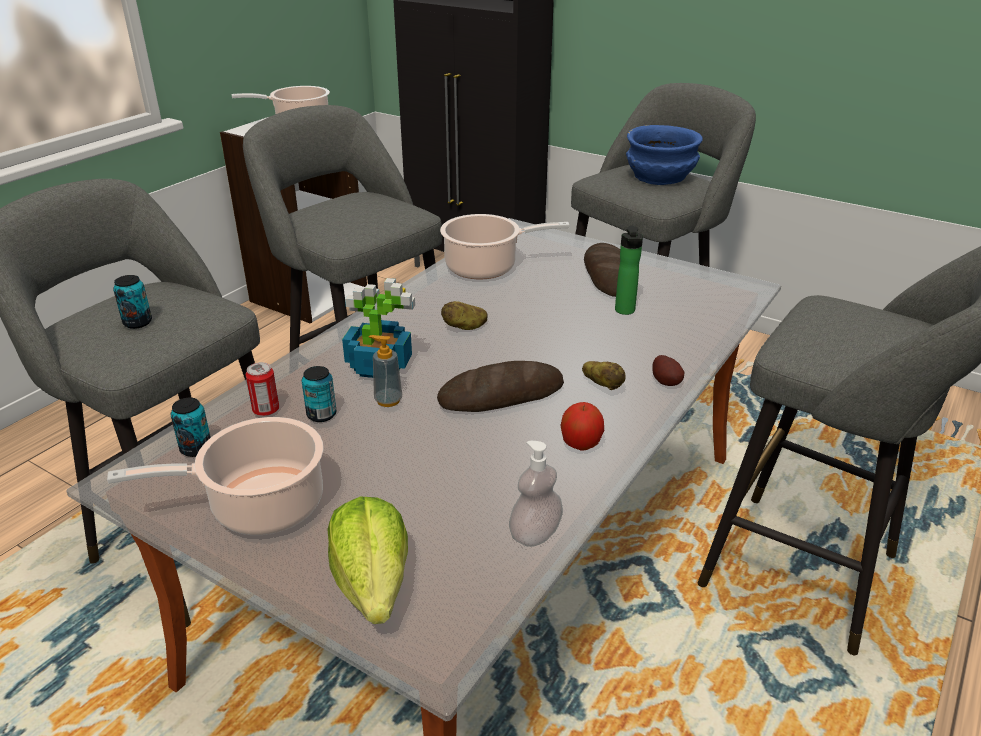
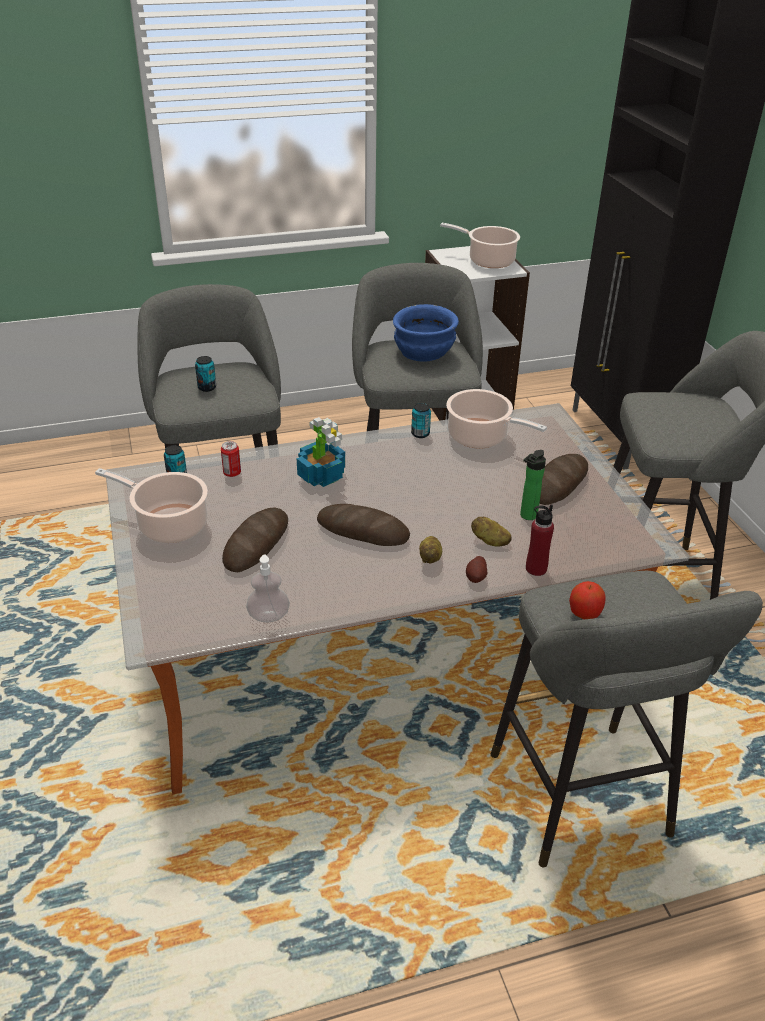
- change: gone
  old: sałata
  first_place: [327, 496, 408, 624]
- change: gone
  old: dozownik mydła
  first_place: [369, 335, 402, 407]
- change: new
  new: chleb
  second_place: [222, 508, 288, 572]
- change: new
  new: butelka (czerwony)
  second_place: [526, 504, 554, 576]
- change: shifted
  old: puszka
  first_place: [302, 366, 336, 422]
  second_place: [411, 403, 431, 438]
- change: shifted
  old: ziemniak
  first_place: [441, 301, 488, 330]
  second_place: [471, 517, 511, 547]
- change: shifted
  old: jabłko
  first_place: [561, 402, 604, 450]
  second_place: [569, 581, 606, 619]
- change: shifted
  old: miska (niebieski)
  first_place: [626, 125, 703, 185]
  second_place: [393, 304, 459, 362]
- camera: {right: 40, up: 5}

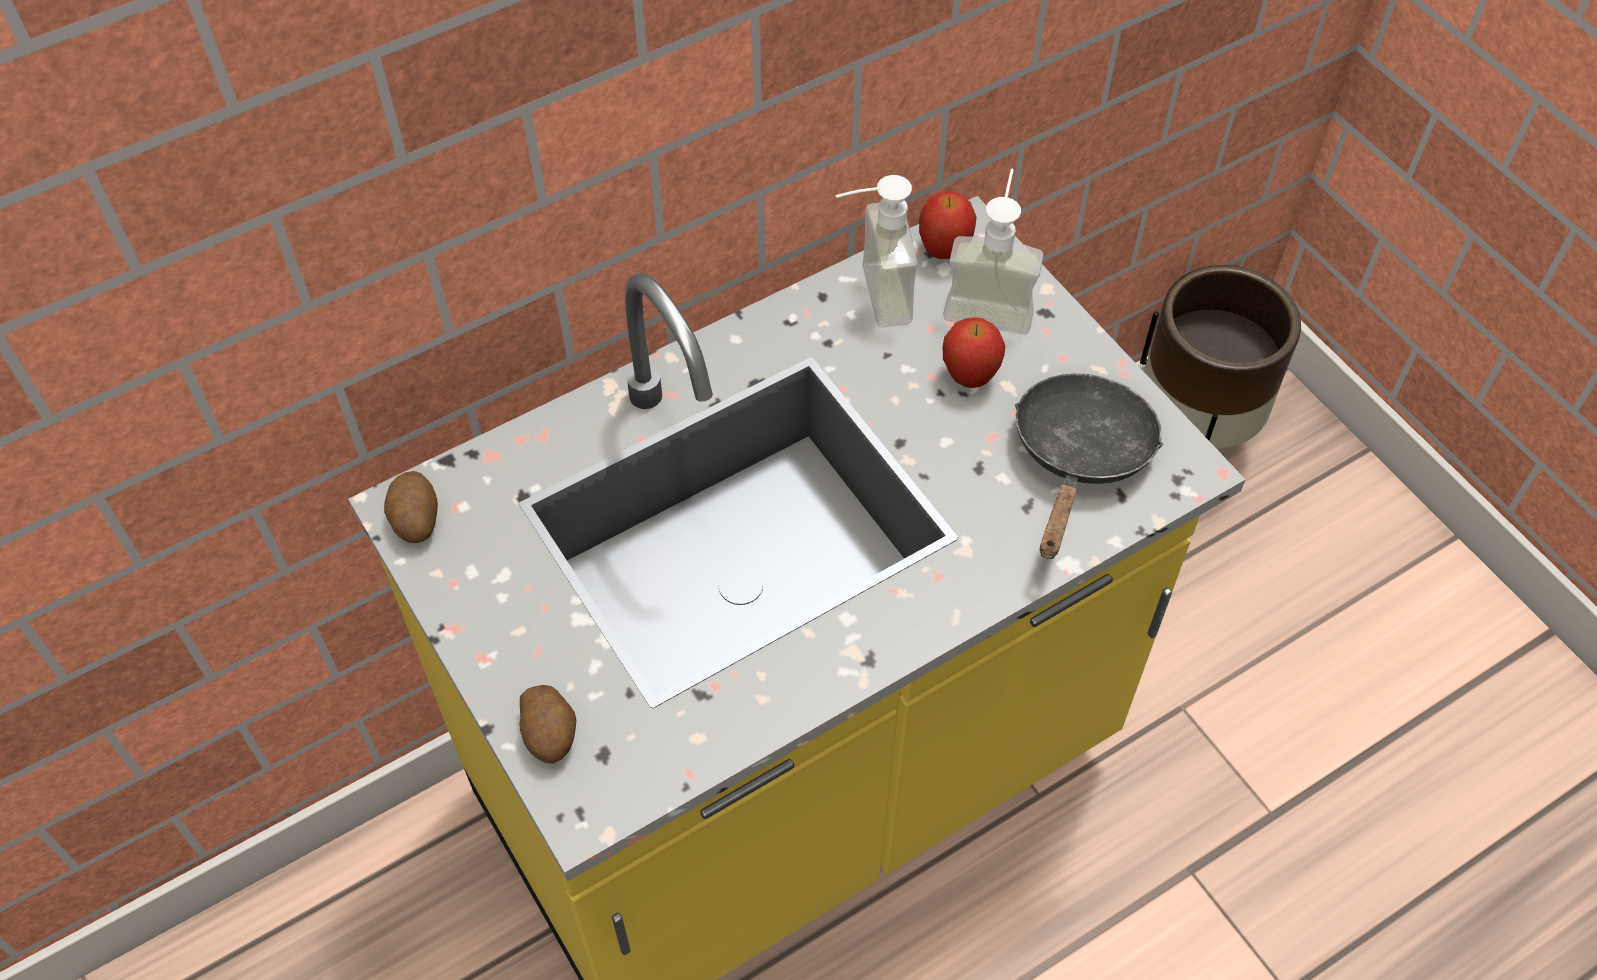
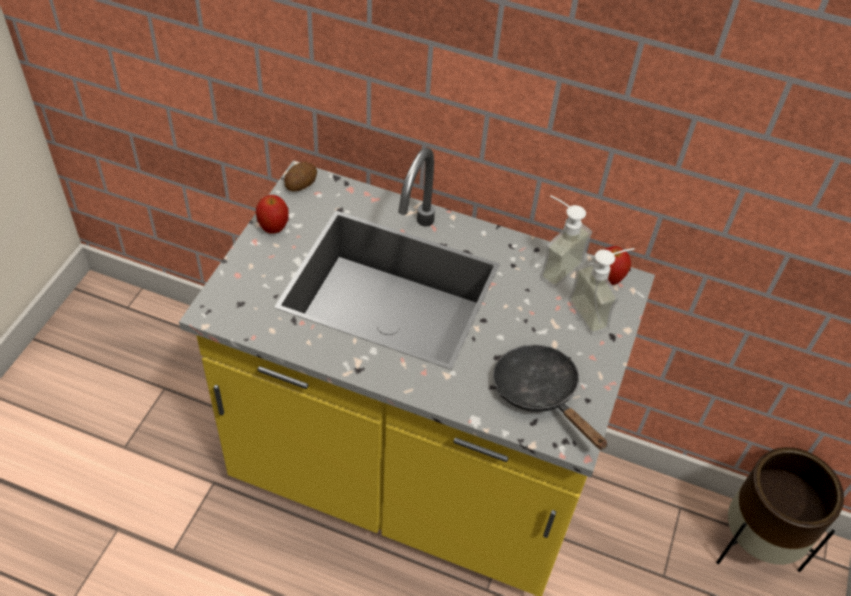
- change: gone
  old: ziemniak
  first_place: [519, 685, 576, 764]
- change: shifted
  old: jabłko
  first_place: [943, 317, 1006, 388]
  second_place: [256, 195, 289, 234]
- change: rotated
  old: patelnia (czarny)
  first_place: [1015, 373, 1164, 559]
  second_place: [493, 345, 607, 450]
  degrees: -105
- camera: {right: 50, up: -5}

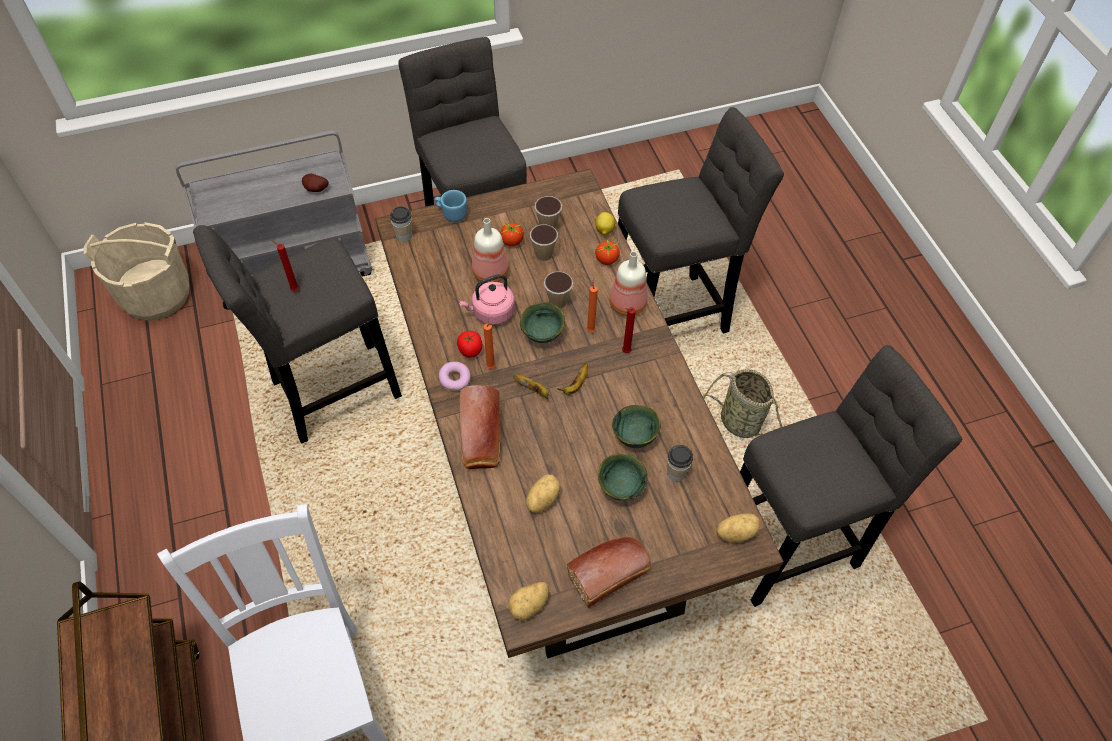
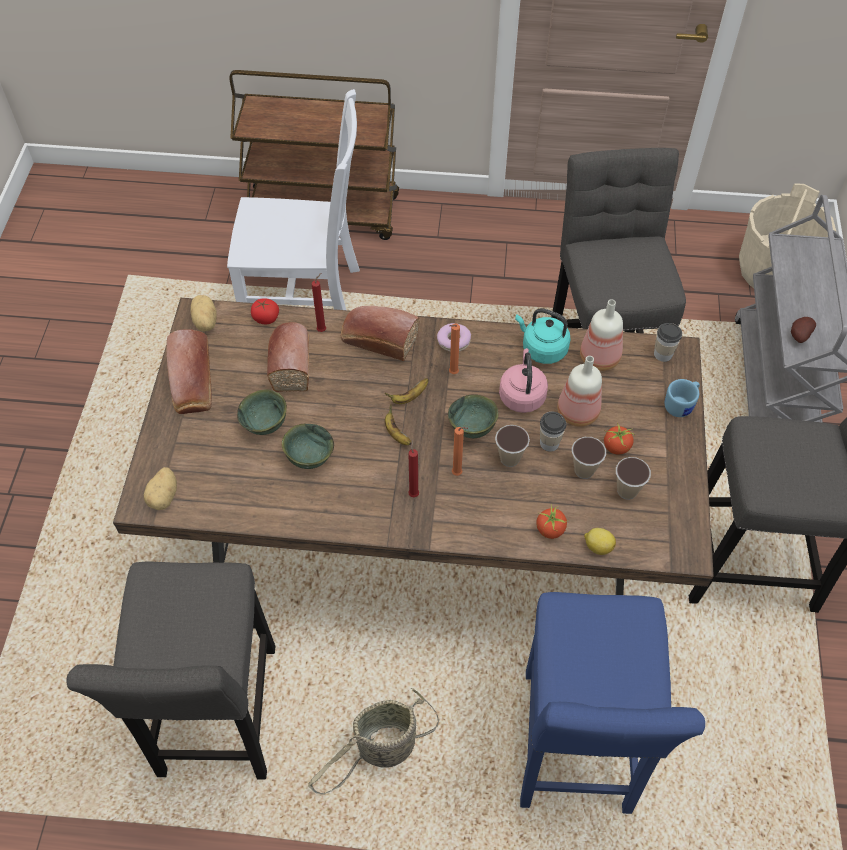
- change: new
  new: czajnik (turkusowy)
  second_place: [515, 308, 571, 364]
- change: shifted
  old: świeca (czerwony)
  first_place: [272, 240, 299, 291]
  second_place: [312, 273, 326, 332]
- change: shifted
  old: pomidor
  first_place: [457, 331, 482, 357]
  second_place: [251, 298, 279, 324]
- change: shifted
  old: butelka
  first_place: [609, 251, 648, 316]
  second_place: [580, 299, 623, 371]
- change: shifted
  old: filiżanka
  first_place: [667, 445, 693, 482]
  second_place: [540, 412, 566, 452]
- change: swapped
  old: ziemniak
  new: chleb
  first_place: [526, 474, 561, 513]
  second_place: [267, 322, 309, 392]
- change: repainted
  old: stołek (szary)
  new: stołek (niebieski)
  first_place: [618, 107, 784, 334]
  second_place: [520, 592, 705, 814]
- camera: {right: 115, up: 0}

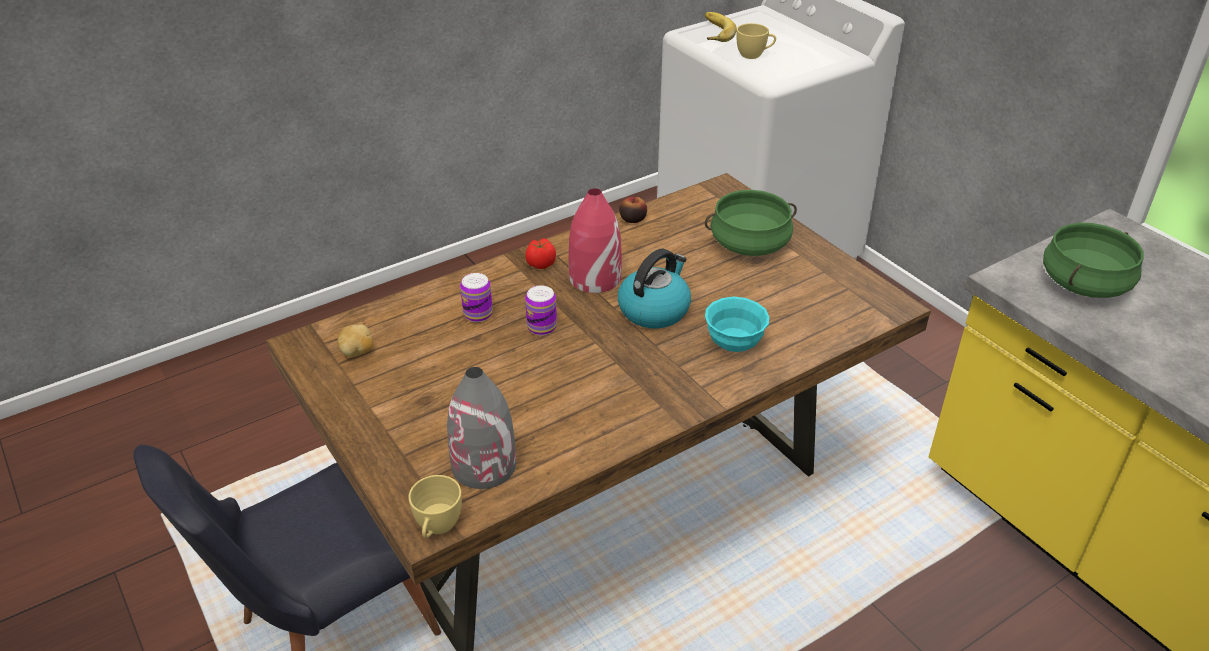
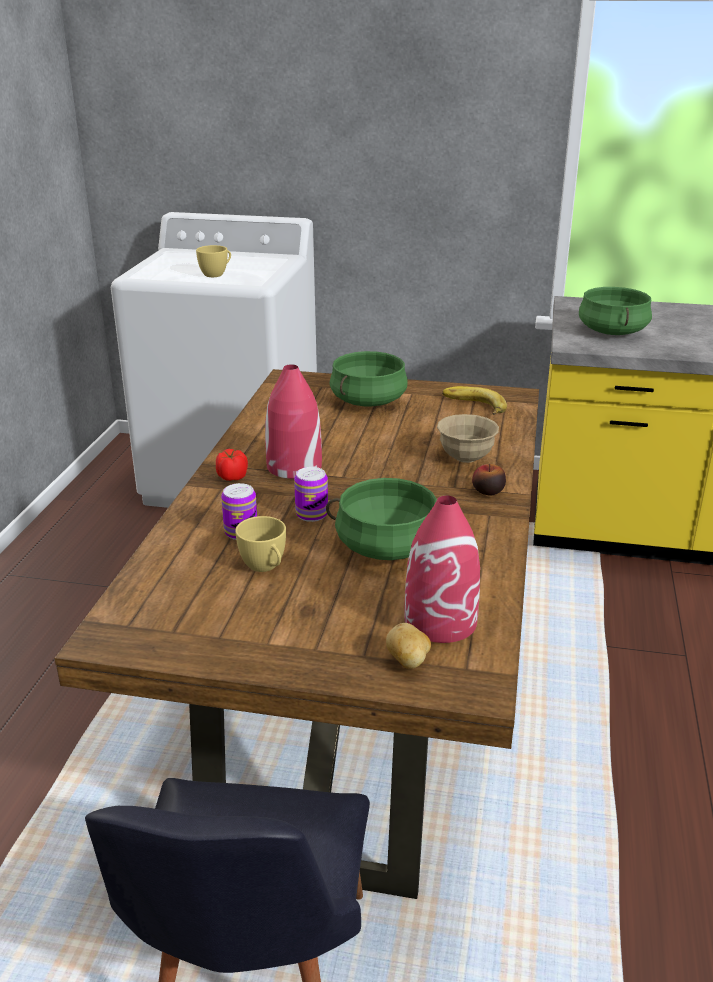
- change: gone
  old: czajnik
  first_place: [618, 249, 691, 328]
- change: new
  new: garnek (zielony)
  second_place: [326, 478, 437, 560]
- change: shifted
  old: ziemniak
  first_place: [337, 324, 373, 357]
  second_place: [386, 623, 431, 669]
- change: shifted
  old: filiżanka (żółty)
  first_place: [408, 475, 462, 538]
  second_place: [235, 516, 286, 572]
- change: shifted
  old: jabłko
  first_place: [619, 197, 647, 223]
  second_place: [472, 464, 506, 495]
- change: shifted
  old: banan
  first_place: [705, 12, 737, 42]
  second_place: [442, 386, 507, 415]
- change: repainted
  old: wazon (szary)
  new: wazon (czerwony)
  first_place: [447, 367, 516, 489]
  second_place: [404, 496, 480, 643]
- change: repainted
  old: miska (turkusowy)
  new: miska (beżowy)
  first_place: [705, 297, 769, 352]
  second_place: [437, 414, 499, 463]
- camera: {right: -45, up: -10}

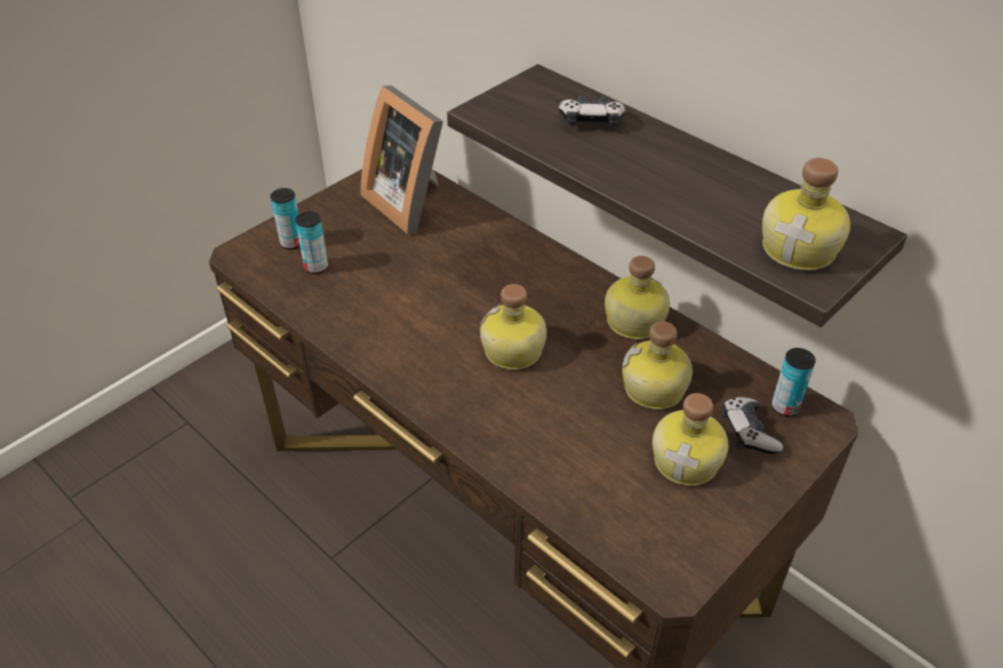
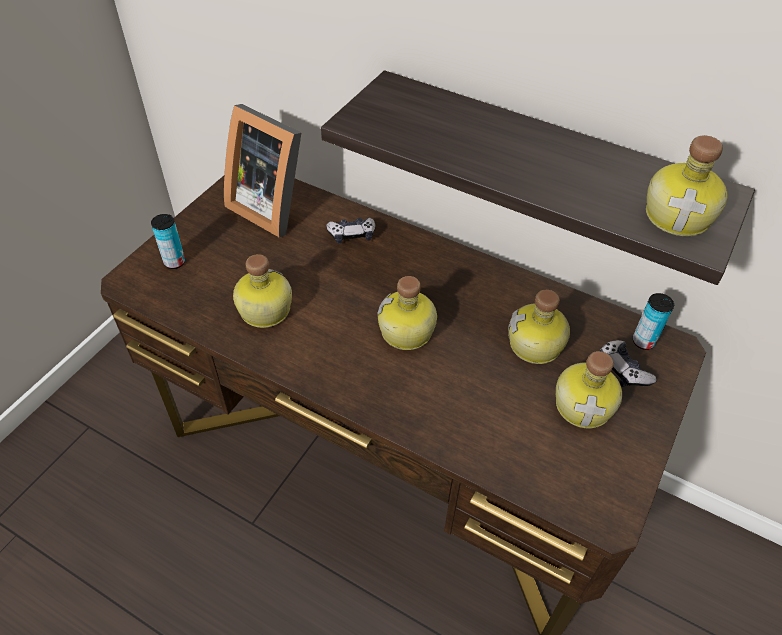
- change: gone
  old: puszka
  first_place: [295, 211, 328, 274]
- change: shifted
  old: pad do gier
  first_place: [559, 95, 625, 128]
  second_place: [326, 218, 376, 244]
- change: shifted
  old: butelka
  first_place: [605, 256, 670, 339]
  second_place: [233, 254, 292, 328]
- camera: {right: -15, up: 5}

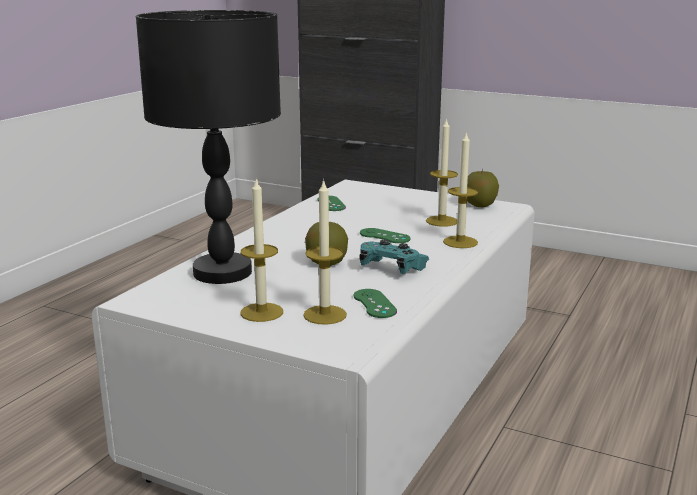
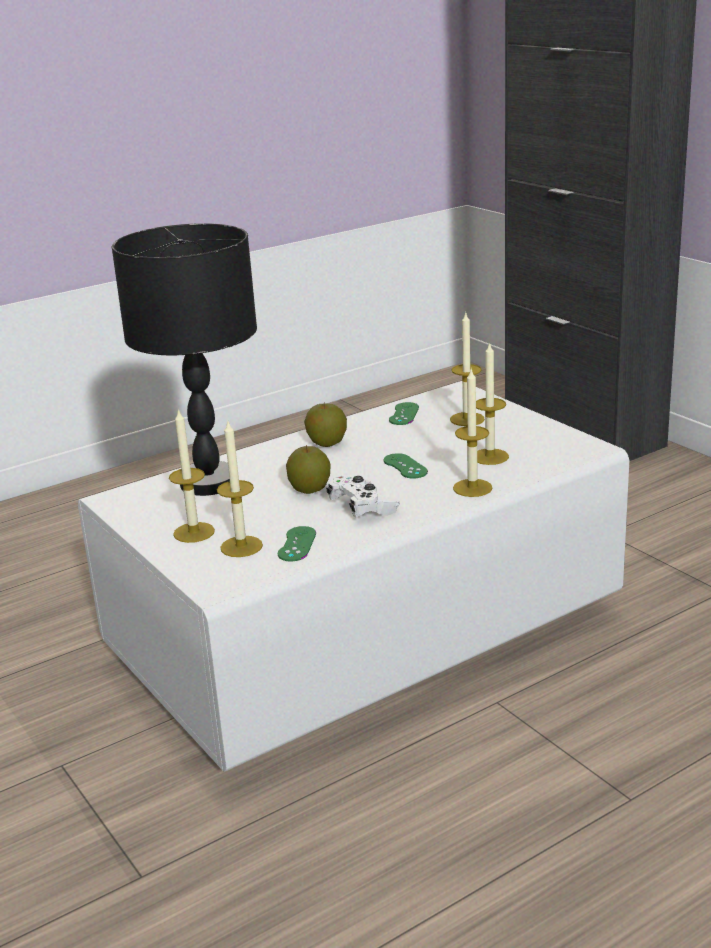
- change: new
  new: świeca
  second_place: [450, 311, 485, 426]
- change: shifted
  old: jabłko
  first_place: [467, 168, 499, 207]
  second_place: [304, 403, 347, 447]
- change: repainted
  old: pad do gier (turkusowy)
  new: pad do gier (biały)
  first_place: [359, 240, 429, 274]
  second_place: [326, 475, 400, 517]
- camera: {right: 30, up: 5}

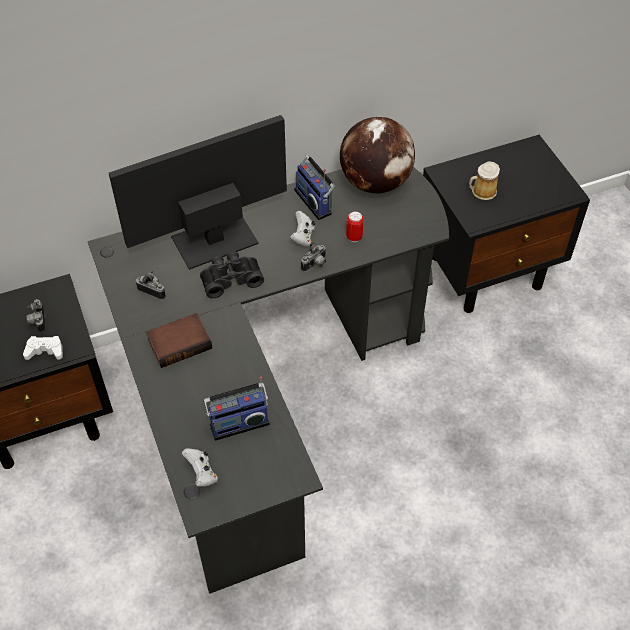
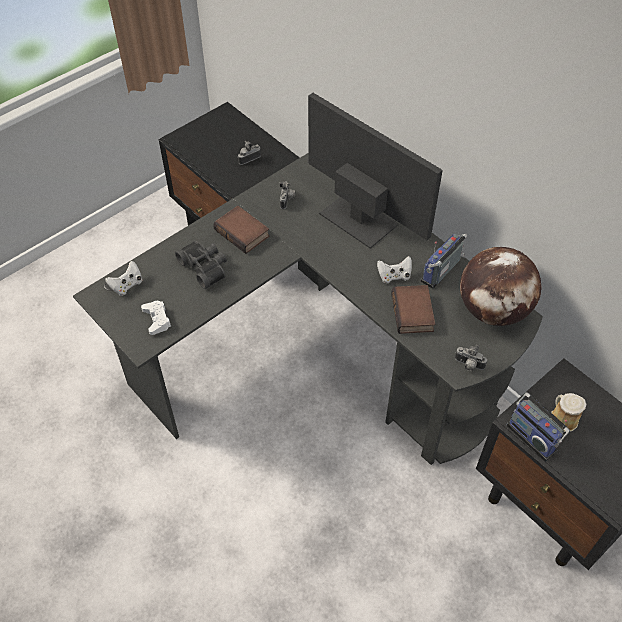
- change: shifted
  old: pad do gier (biały)
  first_place: [23, 336, 63, 360]
  second_place: [141, 301, 171, 335]
- change: shifted
  old: lornetka (czarny)
  first_place: [200, 252, 264, 298]
  second_place: [175, 241, 227, 289]
- change: shifted
  old: radio
  first_place: [204, 376, 270, 441]
  second_place: [507, 392, 570, 461]
- change: shifted
  old: aparat fotograficzny
  first_place: [301, 242, 326, 272]
  second_place: [455, 345, 487, 371]
- change: swapped
  old: puszka
  new: książka
  first_place: [346, 211, 364, 242]
  second_place: [391, 285, 435, 334]
- camera: {right: 70, up: 0}

